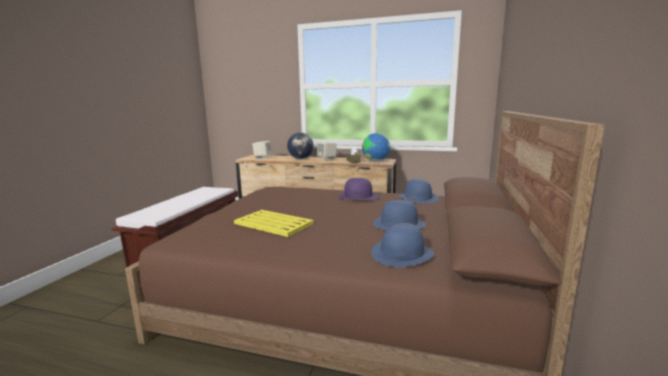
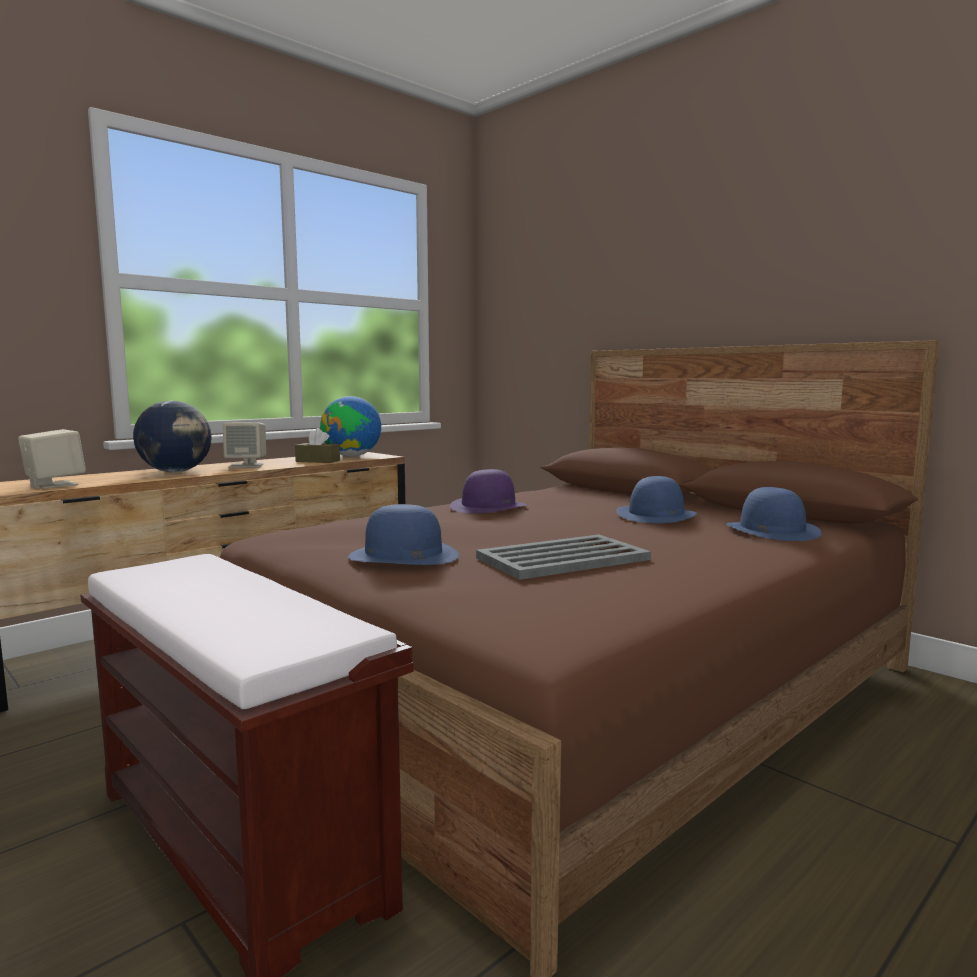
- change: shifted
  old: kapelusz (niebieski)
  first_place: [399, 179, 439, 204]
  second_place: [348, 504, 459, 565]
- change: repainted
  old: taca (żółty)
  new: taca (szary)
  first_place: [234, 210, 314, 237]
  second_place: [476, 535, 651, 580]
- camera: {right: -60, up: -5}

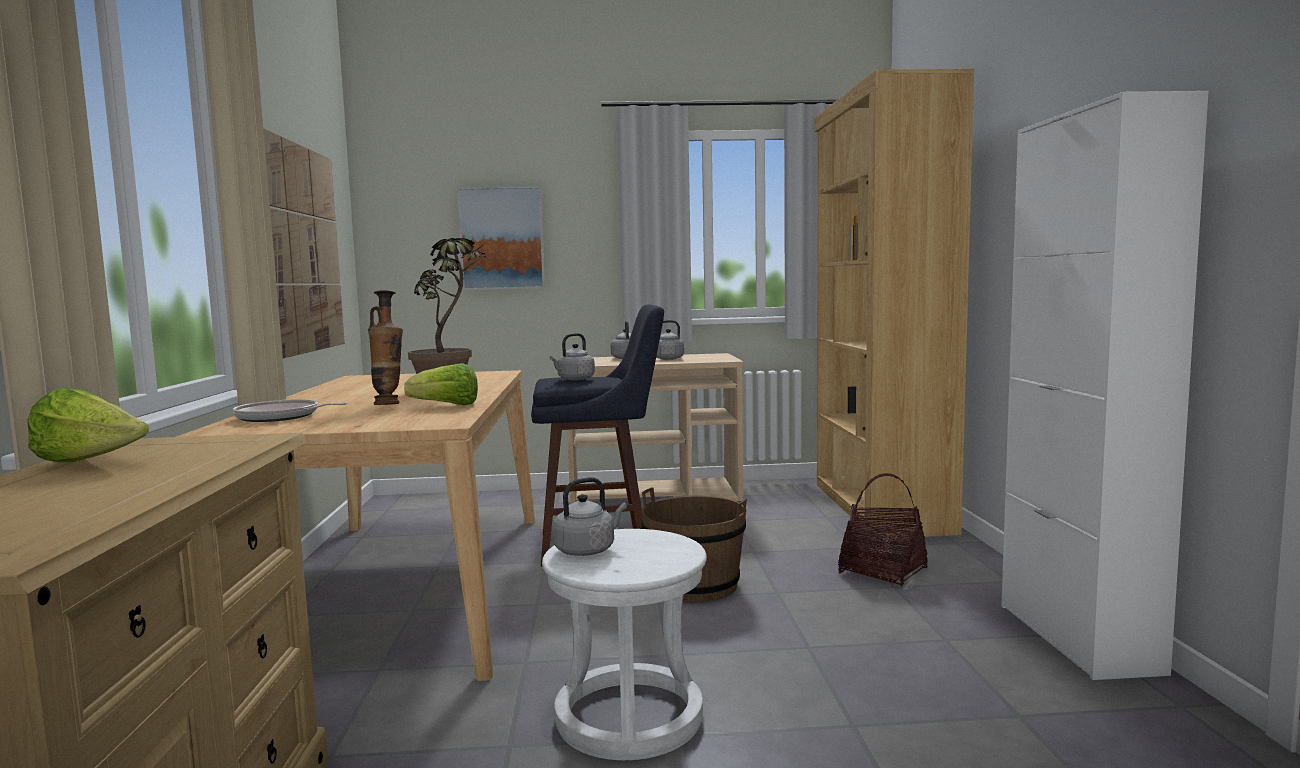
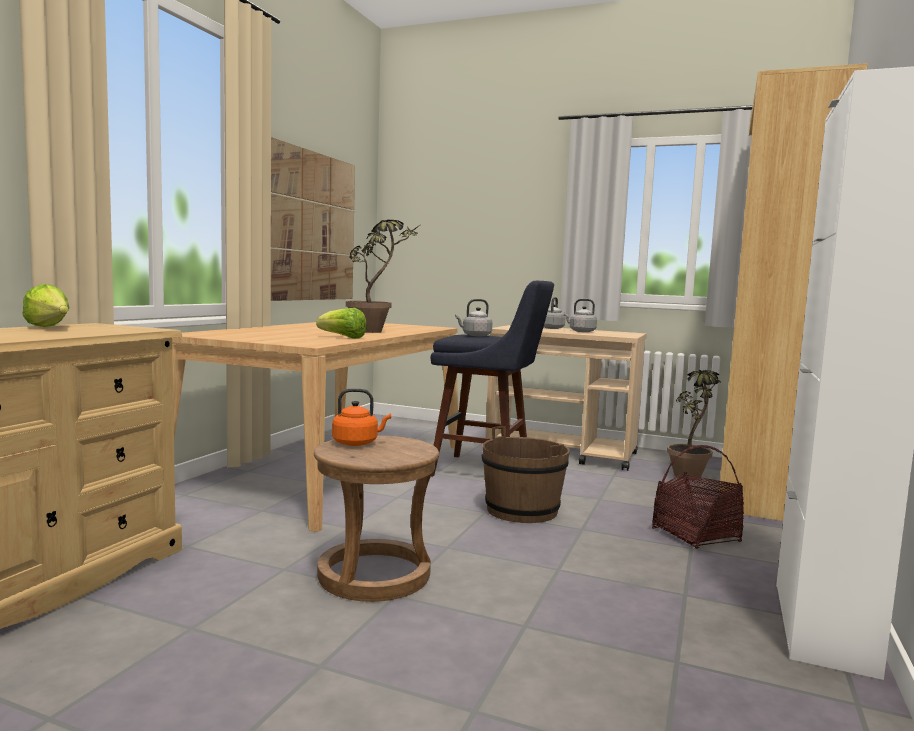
- change: gone
  old: patelnia
  first_place: [233, 399, 348, 422]
- change: gone
  old: wazon
  first_place: [368, 290, 403, 405]
- change: gone
  old: obraz
  first_place: [457, 186, 545, 290]
- change: new
  new: roślina doniczkowa
  second_place: [667, 370, 720, 480]
- change: repainted
  old: stołek (biały)
  new: stołek (brązowy)
  first_place: [542, 529, 707, 760]
  second_place: [314, 435, 439, 602]
- change: repainted
  old: czajnik (szary)
  new: czajnik (pomarańczowy)
  first_place: [553, 477, 627, 556]
  second_place: [332, 388, 391, 446]
- camera: {right: 25, up: 0}

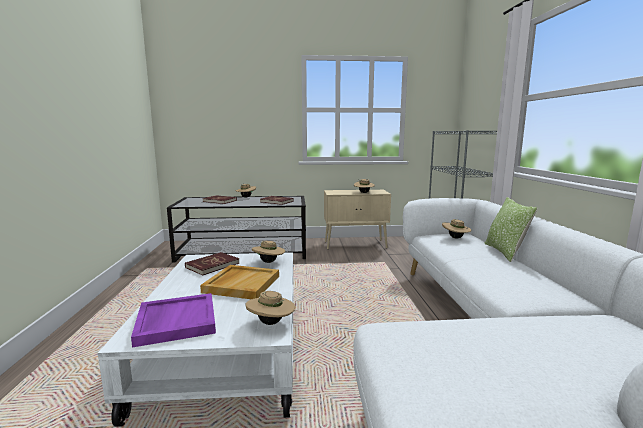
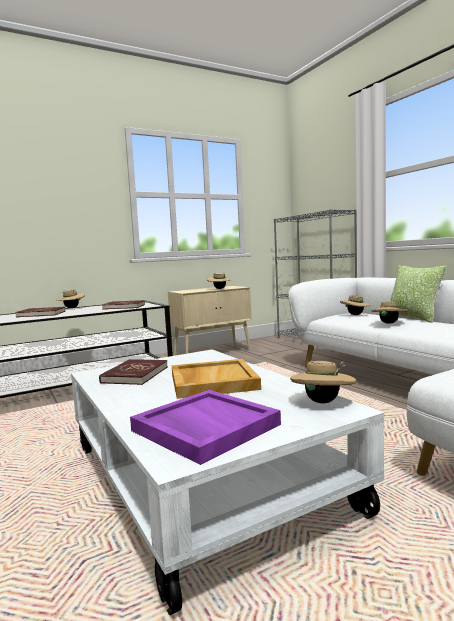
- change: shifted
  old: kapelusz (beżowy)
  first_place: [252, 241, 285, 263]
  second_place: [371, 301, 408, 324]
- camera: {right: -25, up: -5}

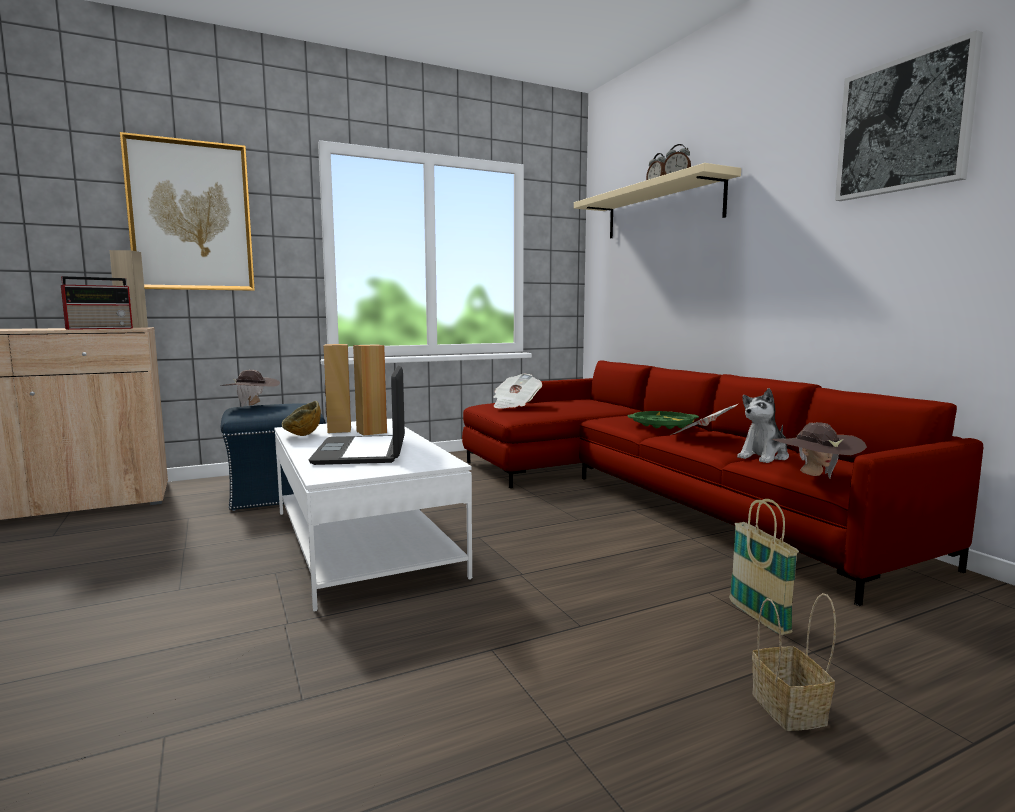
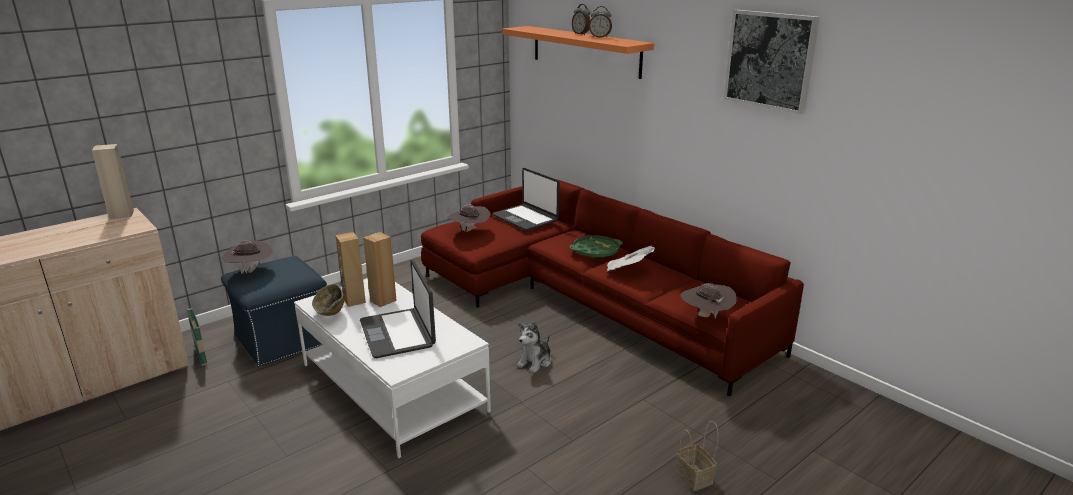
- change: gone
  old: radio
  first_place: [61, 276, 133, 330]
- change: gone
  old: obraz
  first_place: [120, 132, 255, 291]
- change: new
  new: laptop
  second_place: [492, 168, 559, 231]
- change: shifted
  old: koszyk
  first_place: [729, 499, 799, 635]
  second_place: [185, 299, 208, 366]
- change: shifted
  old: pluszak
  first_place: [737, 388, 789, 463]
  second_place: [517, 322, 551, 373]
- change: swapped
  old: gazeta
  new: kapelusz (brązowy)
  first_place: [493, 374, 542, 409]
  second_place: [447, 204, 491, 232]
- change: repainted
  old: półka (beżowy)
  new: półka (pomarańczowy)
  first_place: [574, 163, 741, 238]
  second_place: [502, 26, 654, 79]
- camera: {right: -15, up: 15}

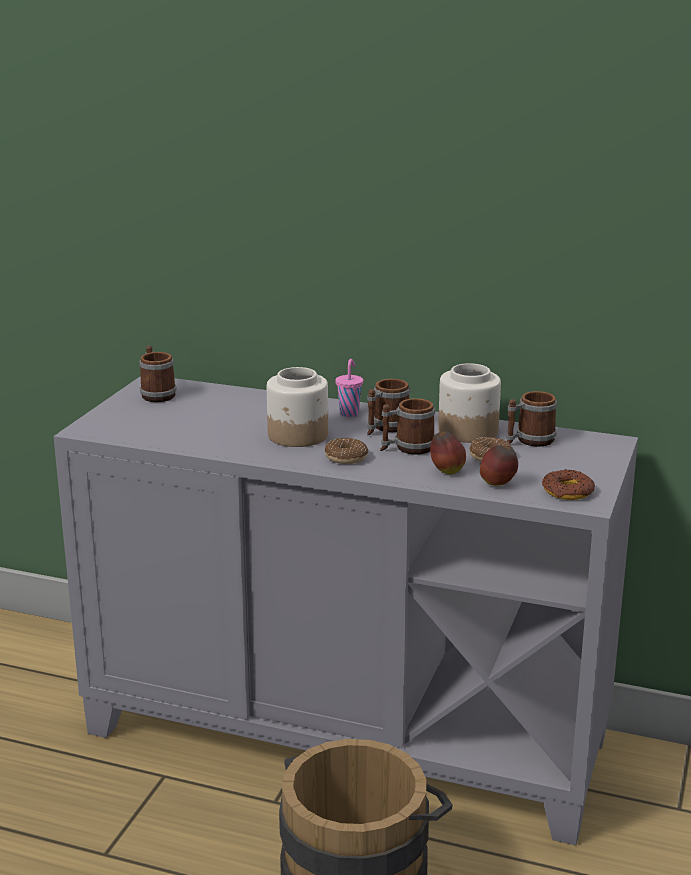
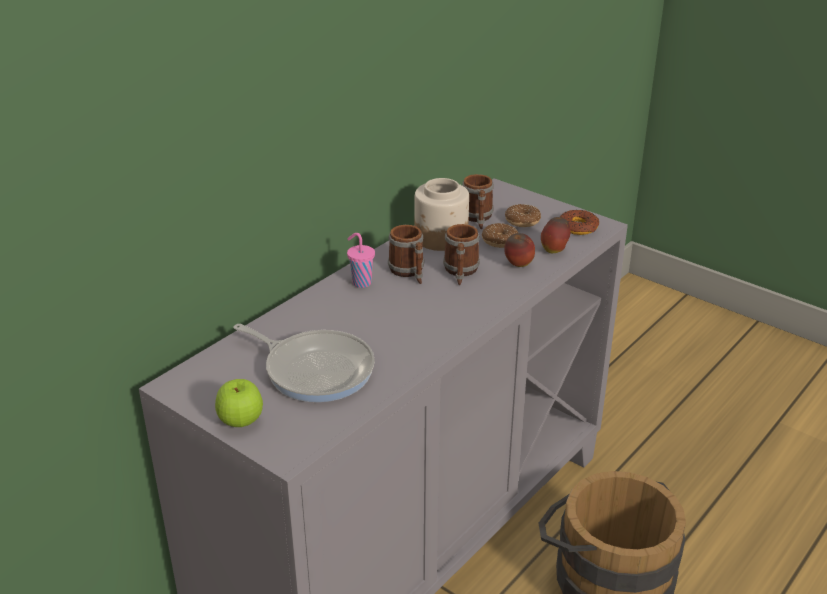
- change: gone
  old: kubek
  first_place: [139, 346, 177, 402]
- change: gone
  old: słoik
  first_place: [267, 367, 328, 447]
- change: new
  new: jabłko
  second_place: [215, 379, 263, 427]
- change: new
  new: patelnia
  second_place: [233, 324, 375, 402]
- change: shifted
  old: donut
  first_place: [325, 438, 368, 464]
  second_place: [505, 204, 541, 227]
- camera: {right: -70, up: 10}

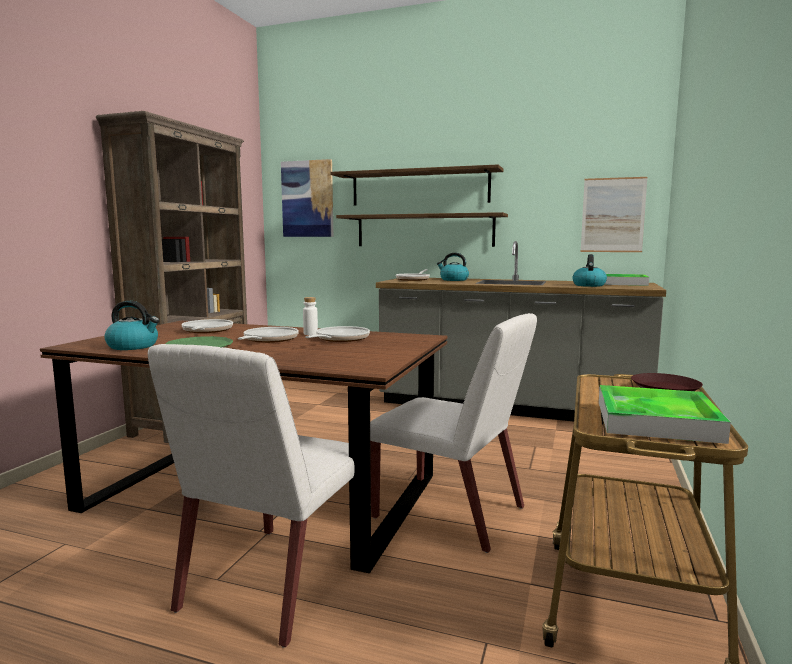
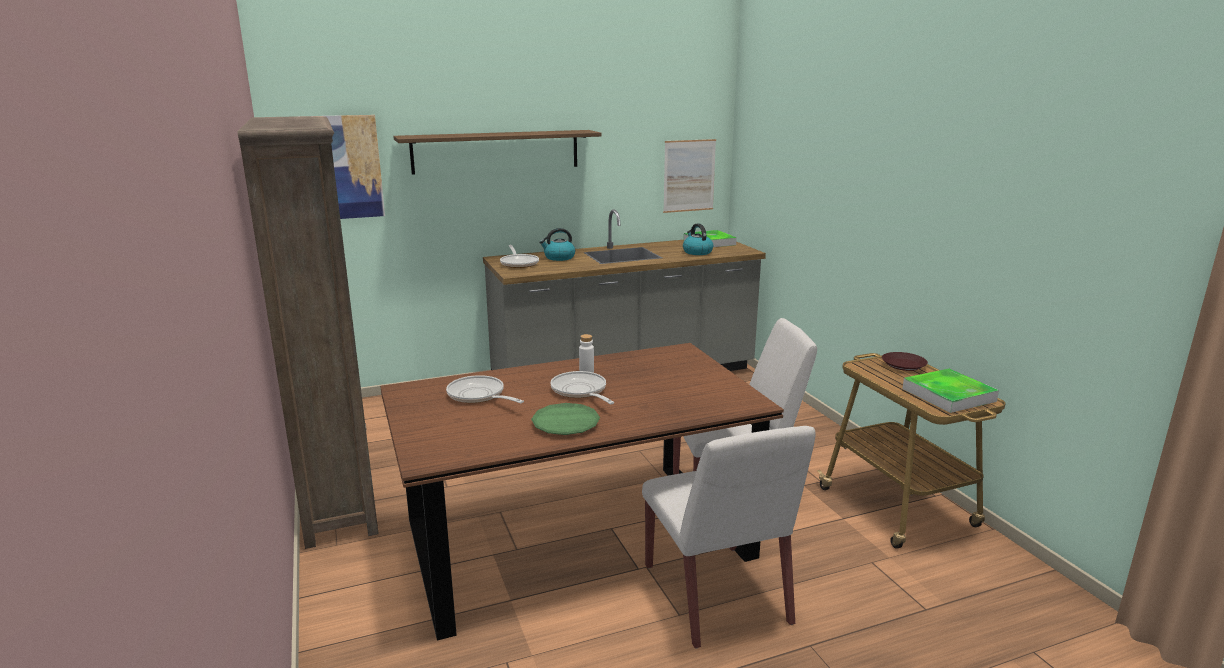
- change: gone
  old: czajnik
  first_place: [105, 301, 160, 350]
- change: gone
  old: patelnia
  first_place: [305, 326, 370, 342]
- change: gone
  old: półka
  first_place: [336, 212, 508, 247]
- camera: {right: -40, up: 10}

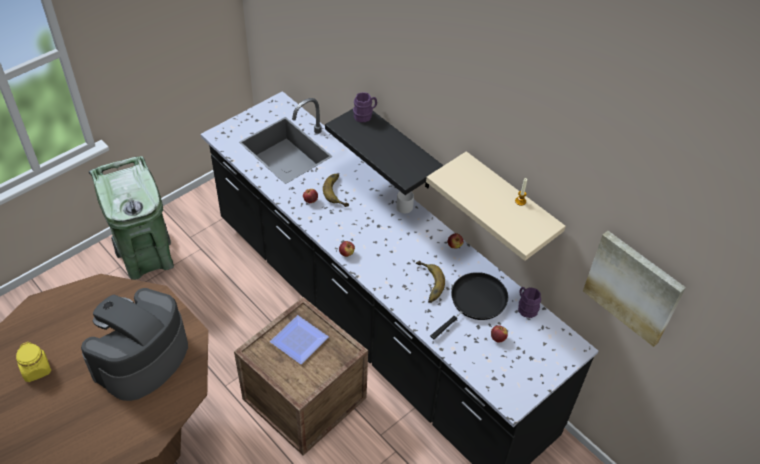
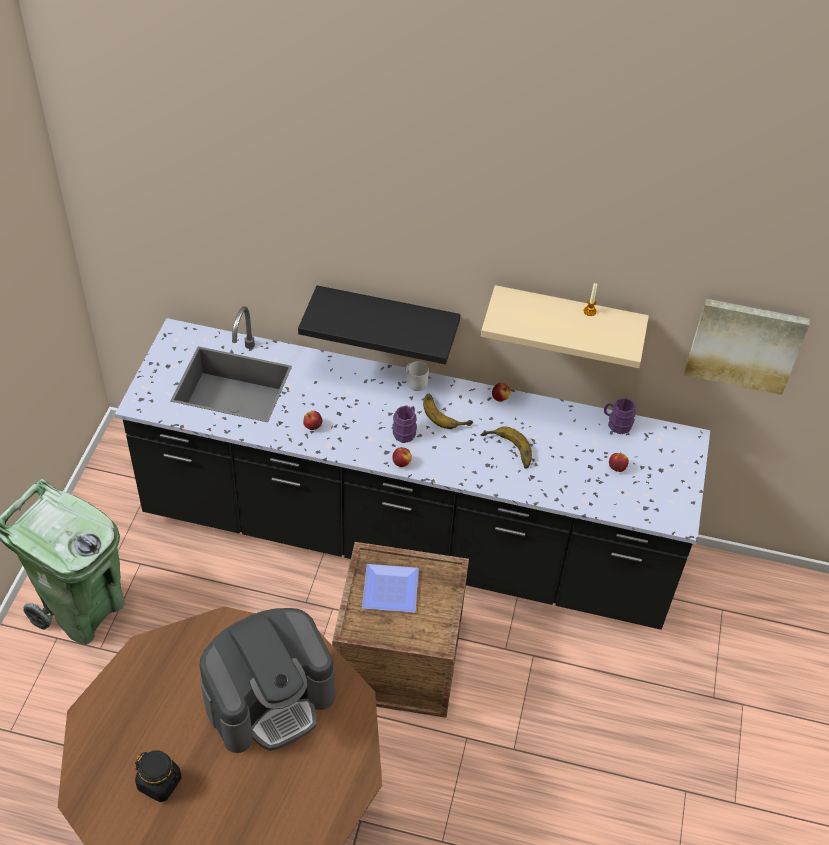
- change: gone
  old: patelnia (czarny)
  first_place: [431, 272, 508, 339]
- change: shifted
  old: banan
  first_place: [323, 174, 349, 207]
  second_place: [423, 394, 473, 429]
- change: shifted
  old: kubek (fioletowy)
  first_place: [353, 92, 377, 122]
  second_place: [392, 406, 417, 443]
- change: repainted
  old: słoik (żółty)
  new: słoik (czarny)
  first_place: [16, 342, 51, 382]
  second_place: [135, 751, 182, 802]
- change: rotated
  old: ekspres do kawy
  first_place: [81, 288, 188, 401]
  second_place: [200, 608, 335, 753]
  degrees: -120
- camera: {right: -35, up: 0}

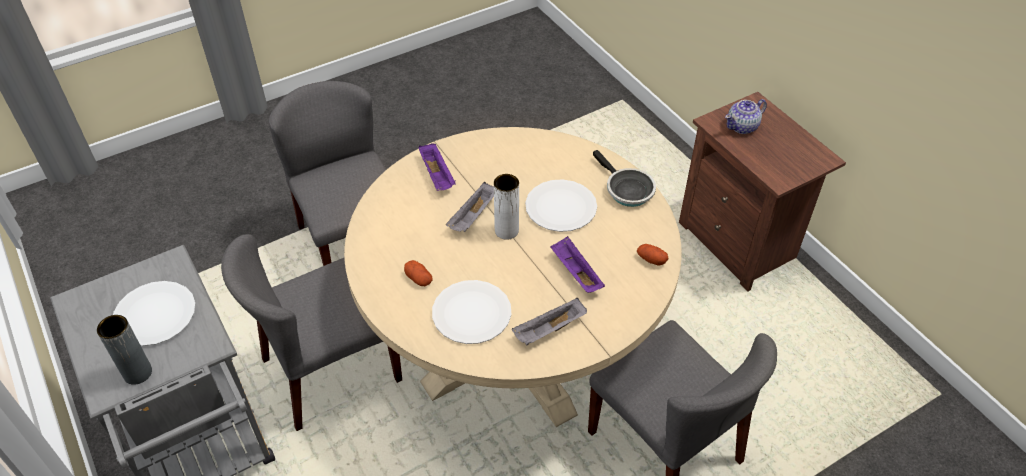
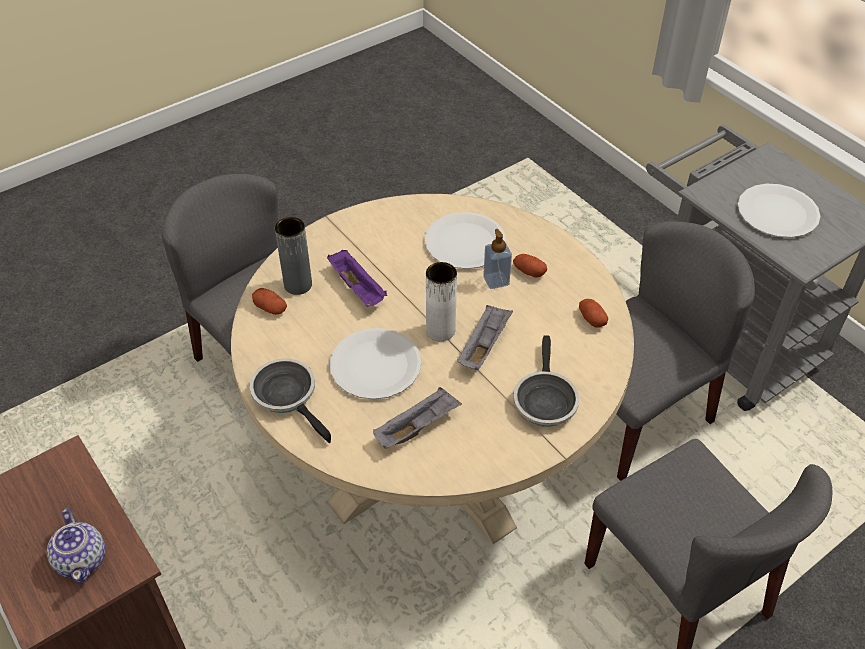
- change: new
  new: dozownik mydła
  second_place: [483, 229, 512, 289]
- change: new
  new: ziemniak
  second_place: [579, 299, 608, 328]
- change: shifted
  old: wazon (szary)
  first_place: [97, 315, 152, 385]
  second_place: [275, 217, 312, 295]
- change: shifted
  old: taca (szary)
  first_place: [512, 298, 587, 345]
  second_place: [373, 387, 462, 449]
- change: swapped
  old: taca (fioletowy)
  new: patelnia
  first_place: [418, 143, 456, 191]
  second_place: [513, 335, 579, 427]
- change: rotated
  old: imbryk
  first_place: [725, 99, 767, 134]
  second_place: [47, 508, 105, 583]
  degrees: 105
- camera: {right: 175, up: 0}

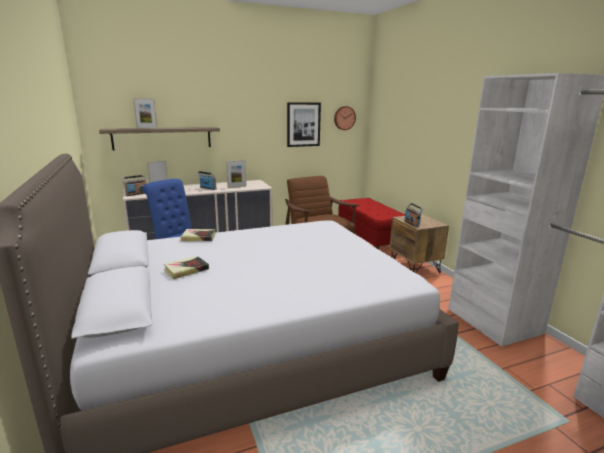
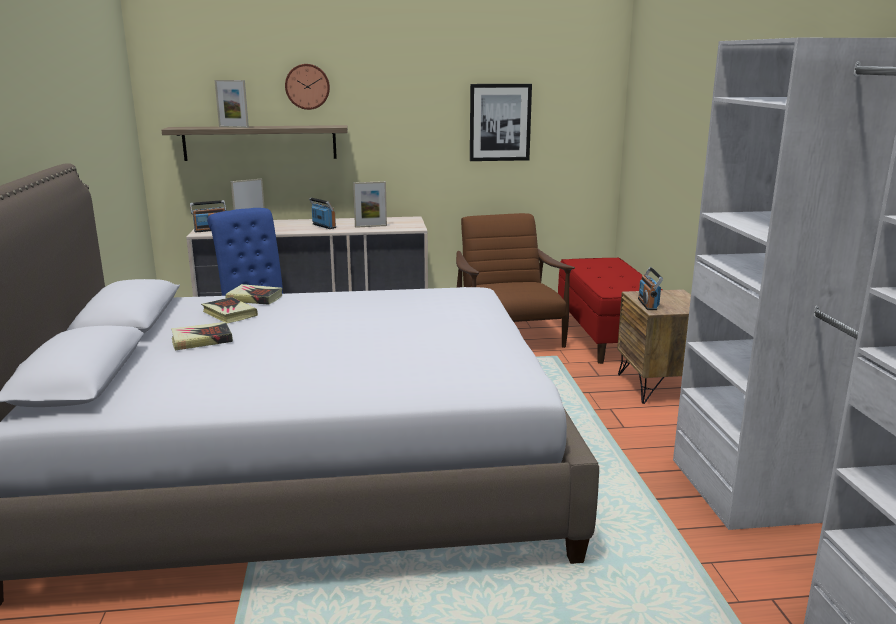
- change: new
  new: książka
  second_place: [201, 297, 258, 323]
- change: shifted
  old: zegar ścienny
  first_place: [334, 106, 356, 130]
  second_place: [285, 64, 330, 110]
- camera: {right: 15, up: 0}

